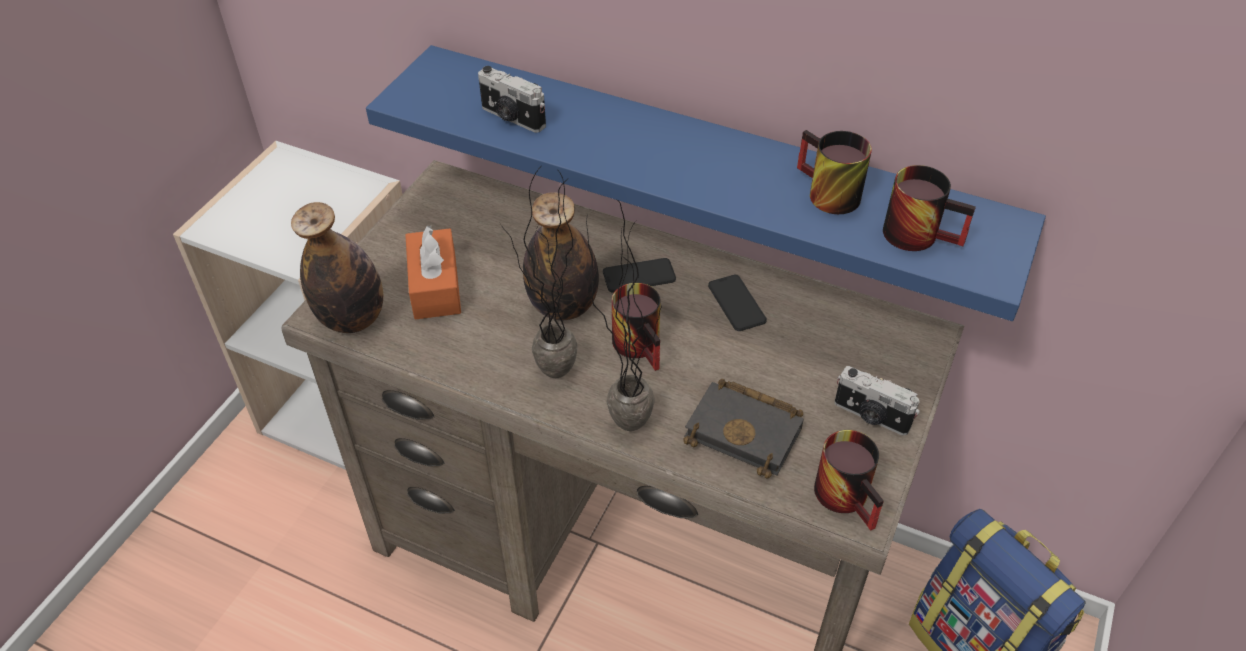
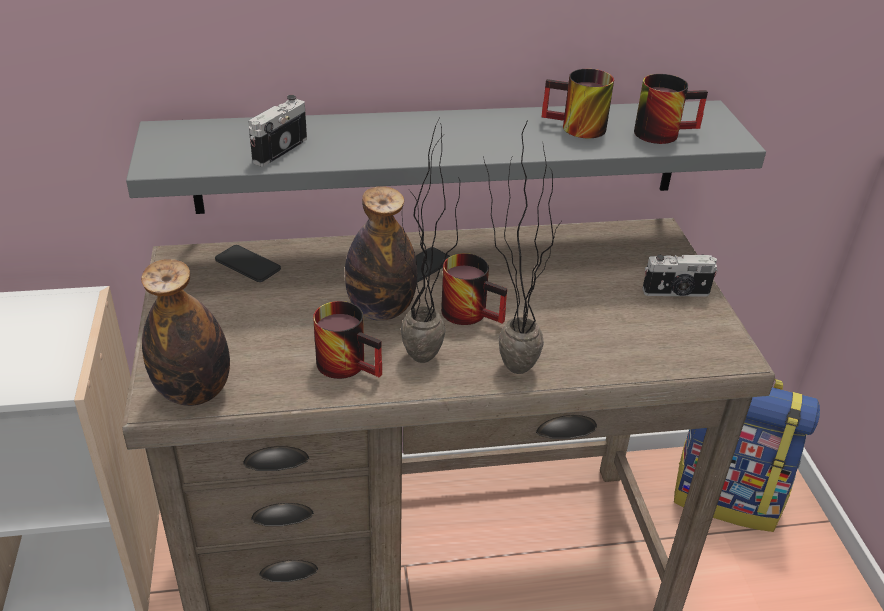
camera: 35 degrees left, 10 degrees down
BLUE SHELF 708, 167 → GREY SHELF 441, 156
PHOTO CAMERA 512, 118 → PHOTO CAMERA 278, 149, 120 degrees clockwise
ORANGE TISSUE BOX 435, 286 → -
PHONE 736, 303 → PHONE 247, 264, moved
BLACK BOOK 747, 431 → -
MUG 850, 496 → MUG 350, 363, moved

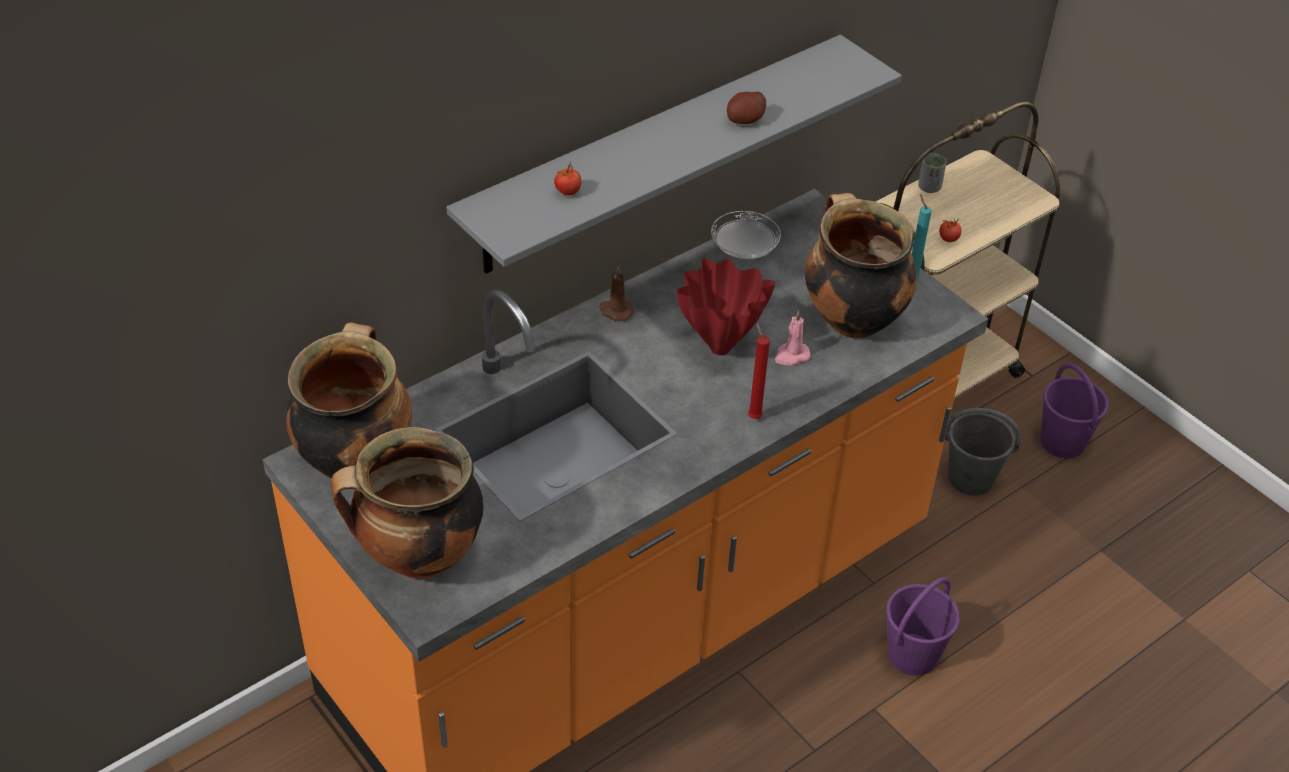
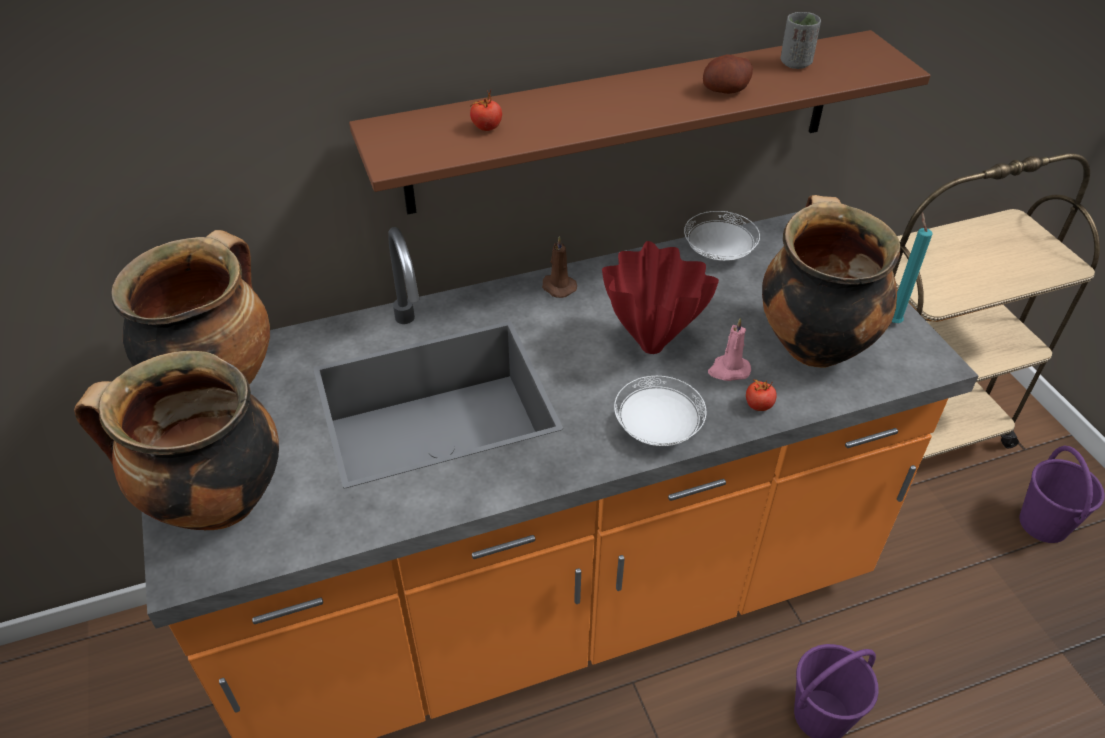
camera: 20 degrees right, 0 degrees up
GREY SHELF 655, 154 → BROWN SHELF 625, 122
GREY CUP 929, 187 → GREY CUP 795, 63, moved
TOMATO 948, 239 → TOMATO 758, 405, moved
RED CANDLE 753, 416 → WHITE PLATE 658, 428
GREY BUCKET 971, 478 → -

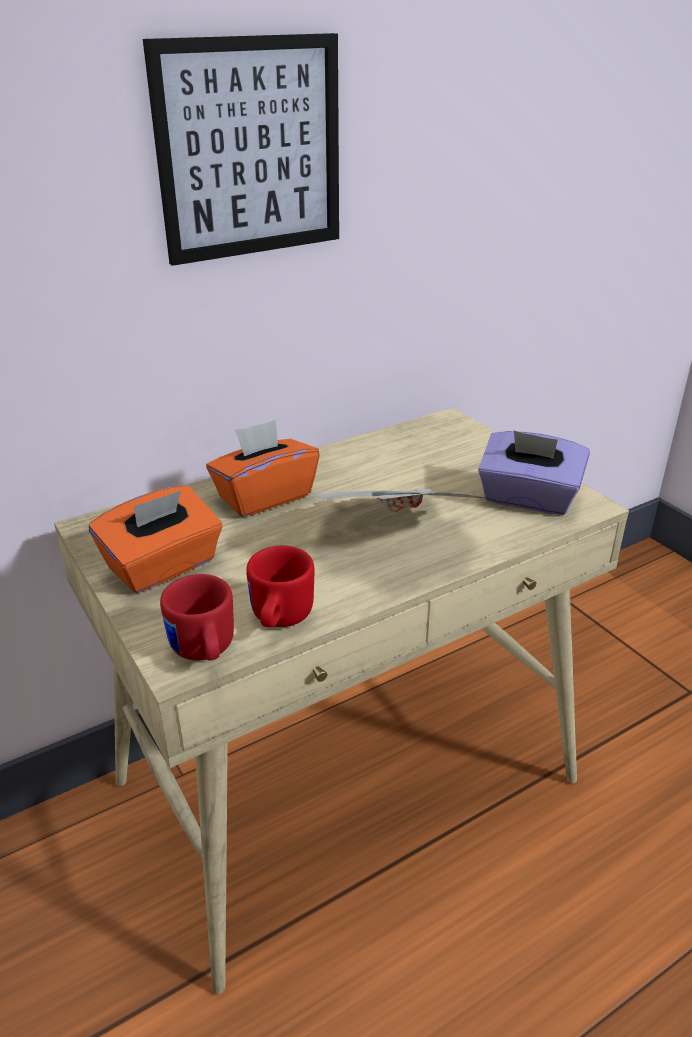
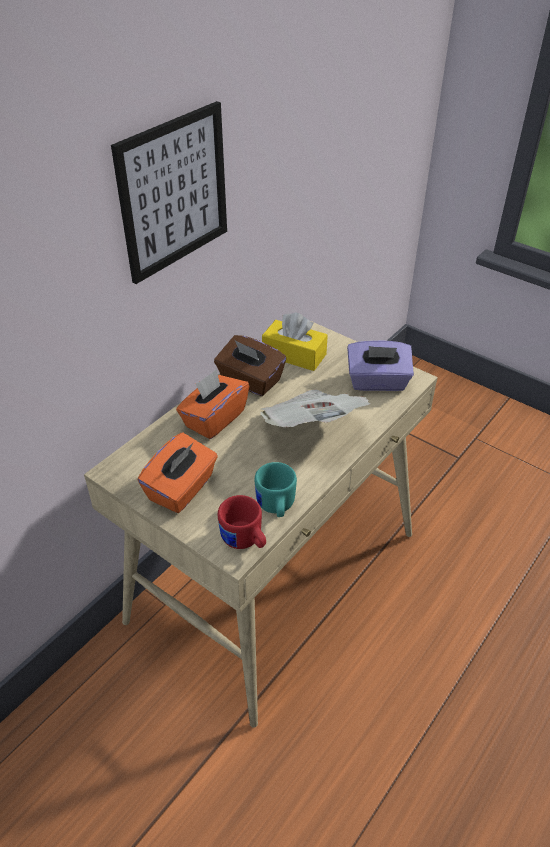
camera: 20 degrees left, 10 degrees up
RED MUG 278, 619 → TURQUOISE MUG 275, 507
- → YELLOW TISSUE BOX 294, 355
- → BROWN TISSUE BOX 250, 381

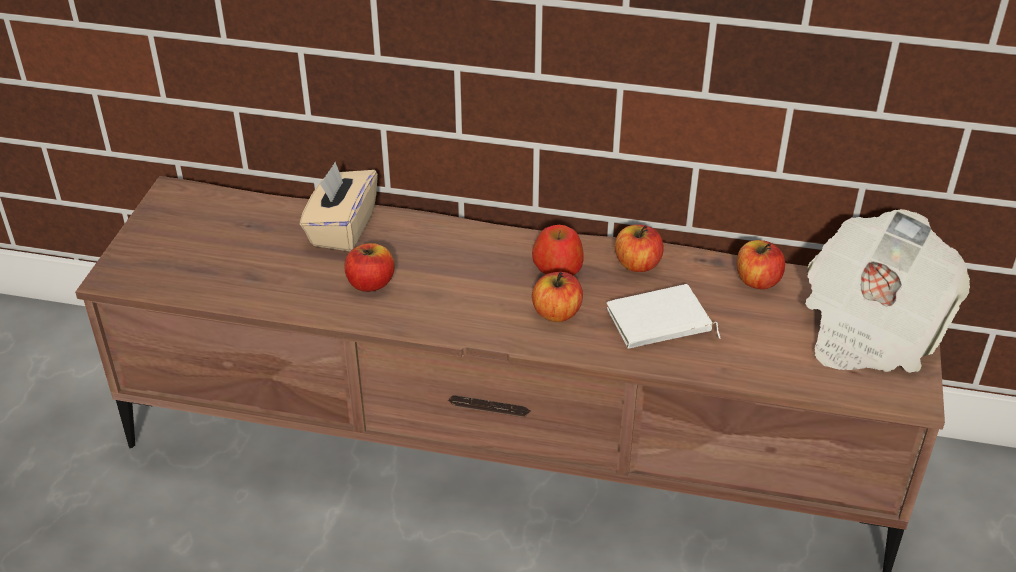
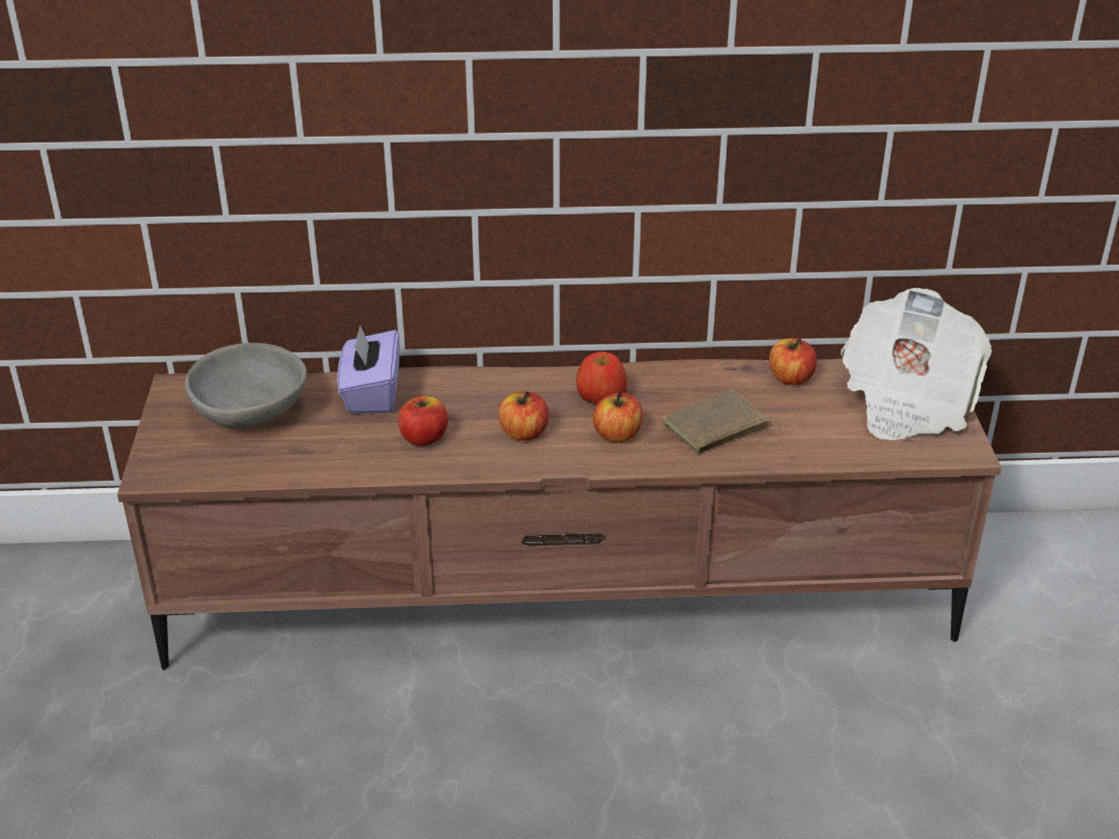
camera: 15 degrees left, 5 degrees down
BEIGE TISSUE BOX 342, 228 → PURPLE TISSUE BOX 371, 394
APPLE 637, 264 → APPLE 524, 433, moved
WHITE BOOK 659, 323 → BROWN BOOK 717, 428
- → GREY BOWL 249, 414

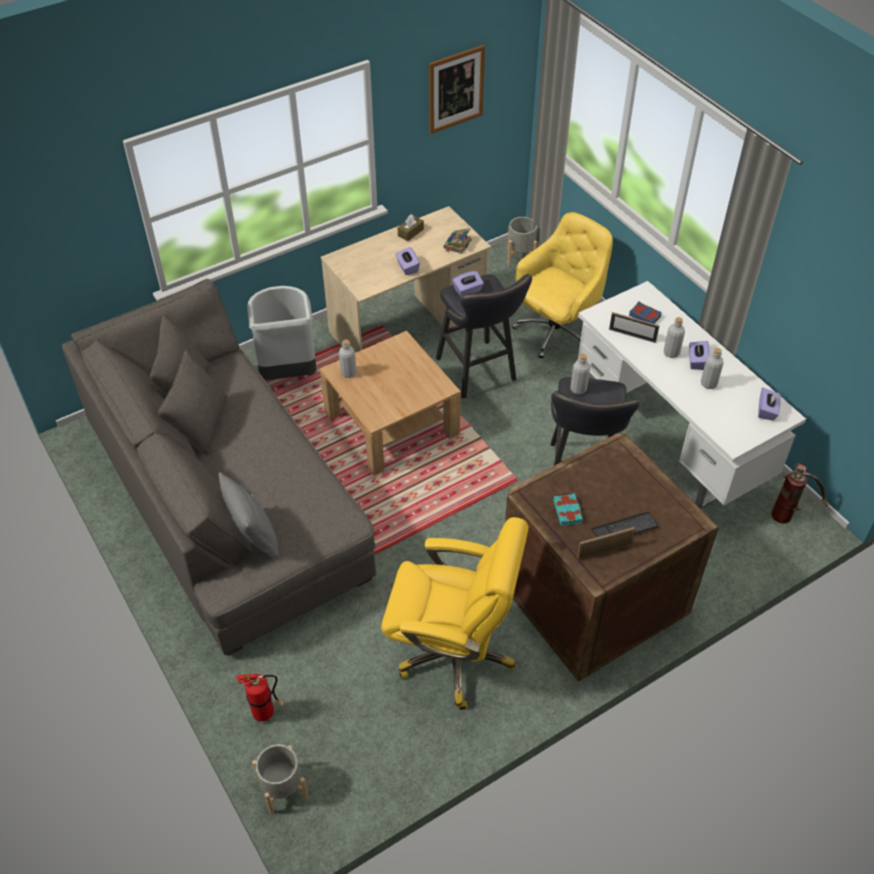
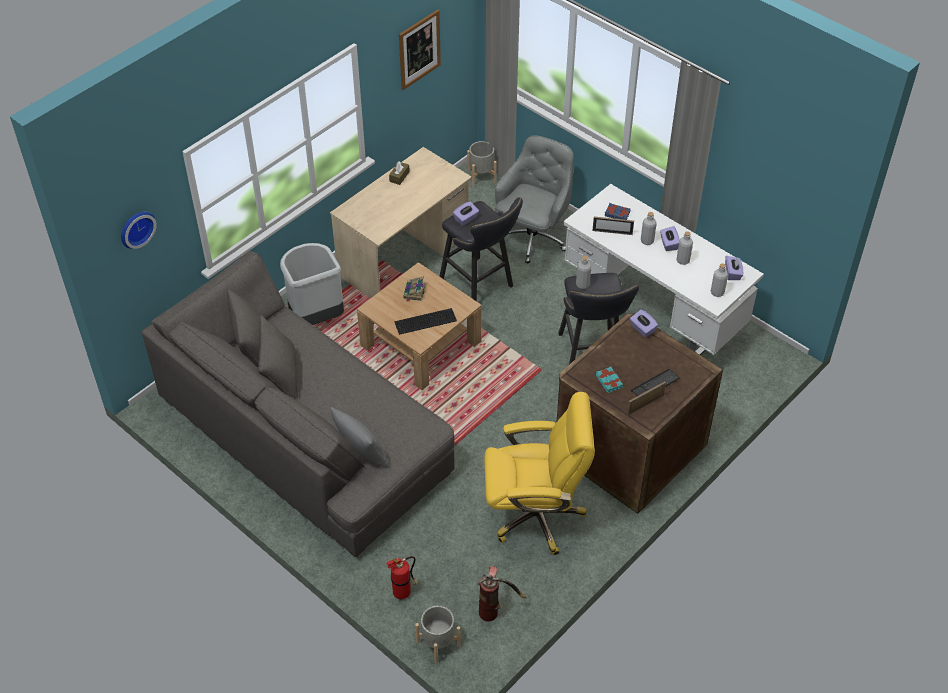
camera: 15 degrees left, 0 degrees up
YELLOW OFFICE CHAIR 555, 332 → GREY OFFICE CHAIR 533, 238
BOOK 457, 244 → BOOK 414, 292, moved
PURPLE TISSUE BOX 407, 267 → PURPLE TISSUE BOX 642, 329, moved
GREY BOTTLE 348, 373 → GREY BOTTLE 717, 292, moved
FIRE EXTINGUISHER 789, 514 → FIRE EXTINGUISHER 495, 609, moved
- → WALL CLOCK 136, 228
- → KEYBOARD 424, 320

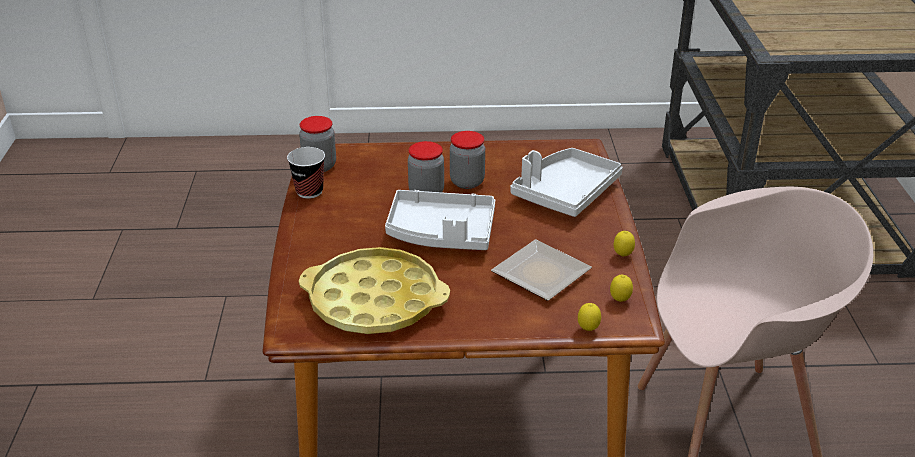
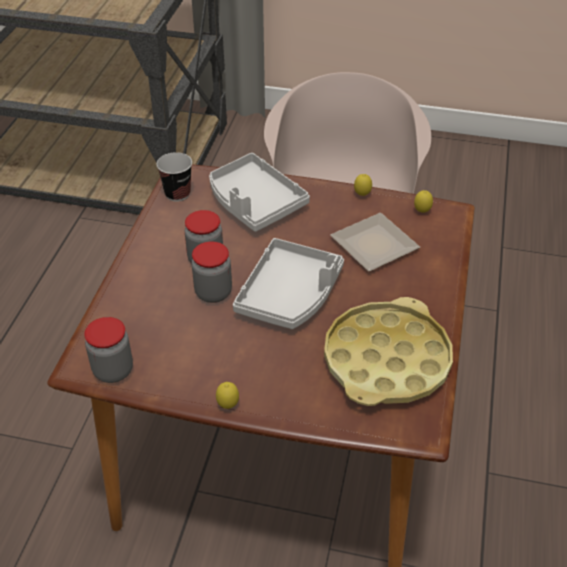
camera: 75 degrees left, 10 degrees up
CUP 309, 191 → CUP 177, 194, moved
LEMON 588, 330 → LEMON 228, 405, moved

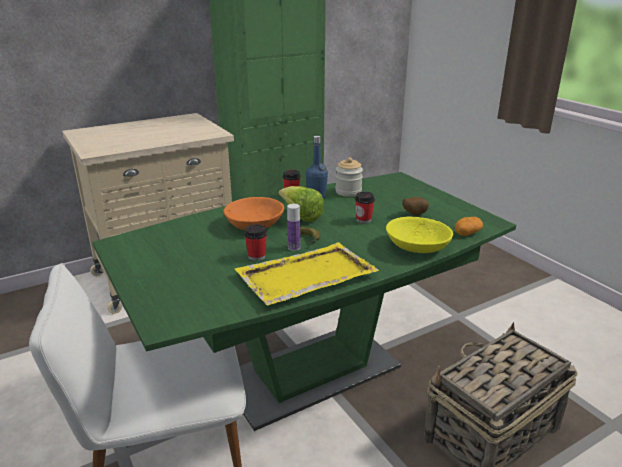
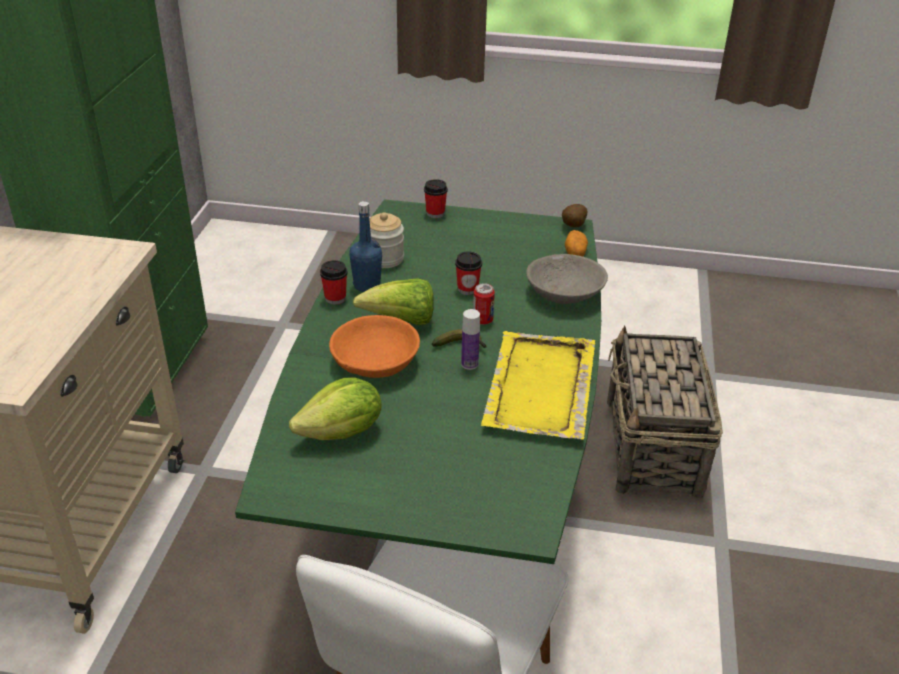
camera: 50 degrees left, 10 degrees up
POTATO 413, 214 → POTATO 572, 227, moved
YELLOW BOWL 417, 247 → GREY BOWL 564, 293
CUP 256, 256 → CUP 435, 213, moved
- → CAN 482, 320
- → LETTUCE 342, 433

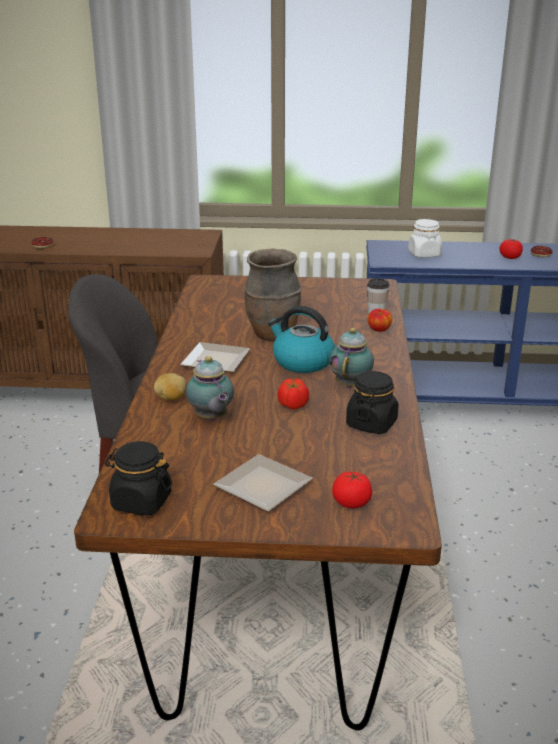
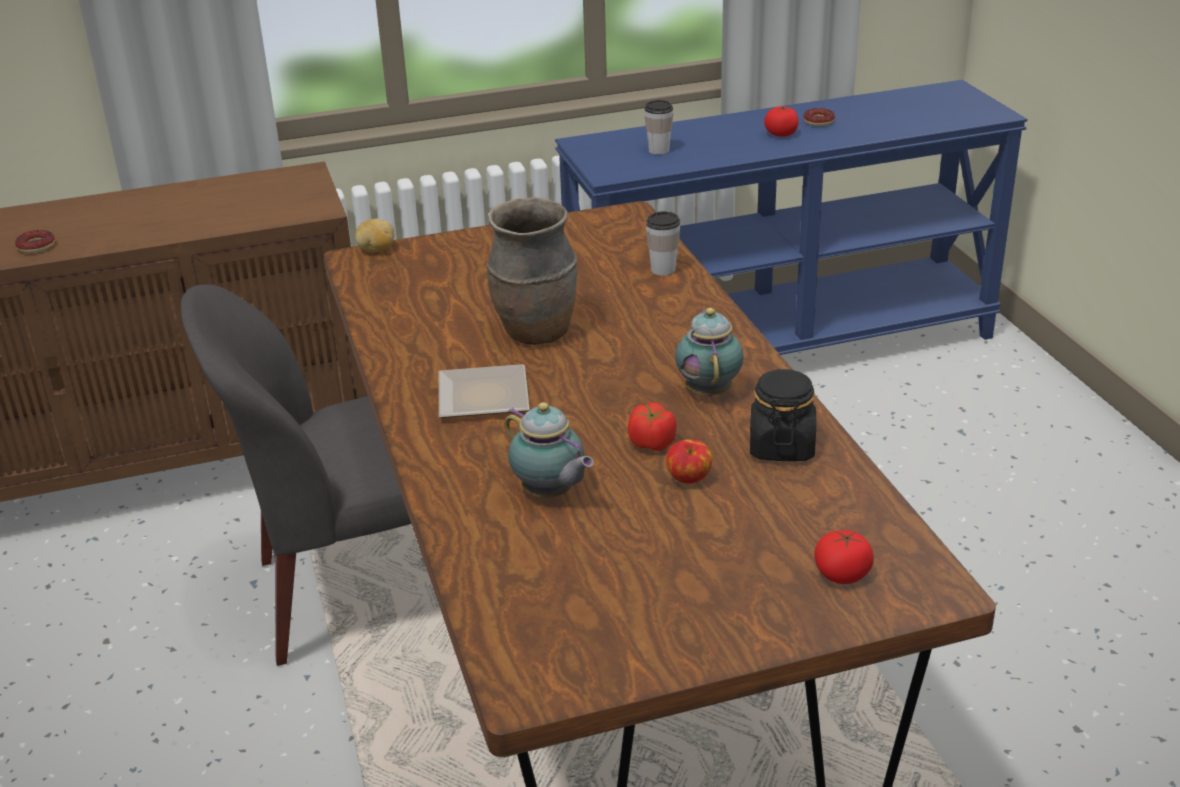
camera: 20 degrees left, 5 degrees up
WHITE JAR 424, 254 → CUP 658, 150
KETTLE 302, 362 → -
APPLE 379, 330 → APPLE 689, 479, moved
POTATO 171, 399 → POTATO 376, 250, moved
BLACK JAR 141, 502 → -
PLATE 266, 486 → -

